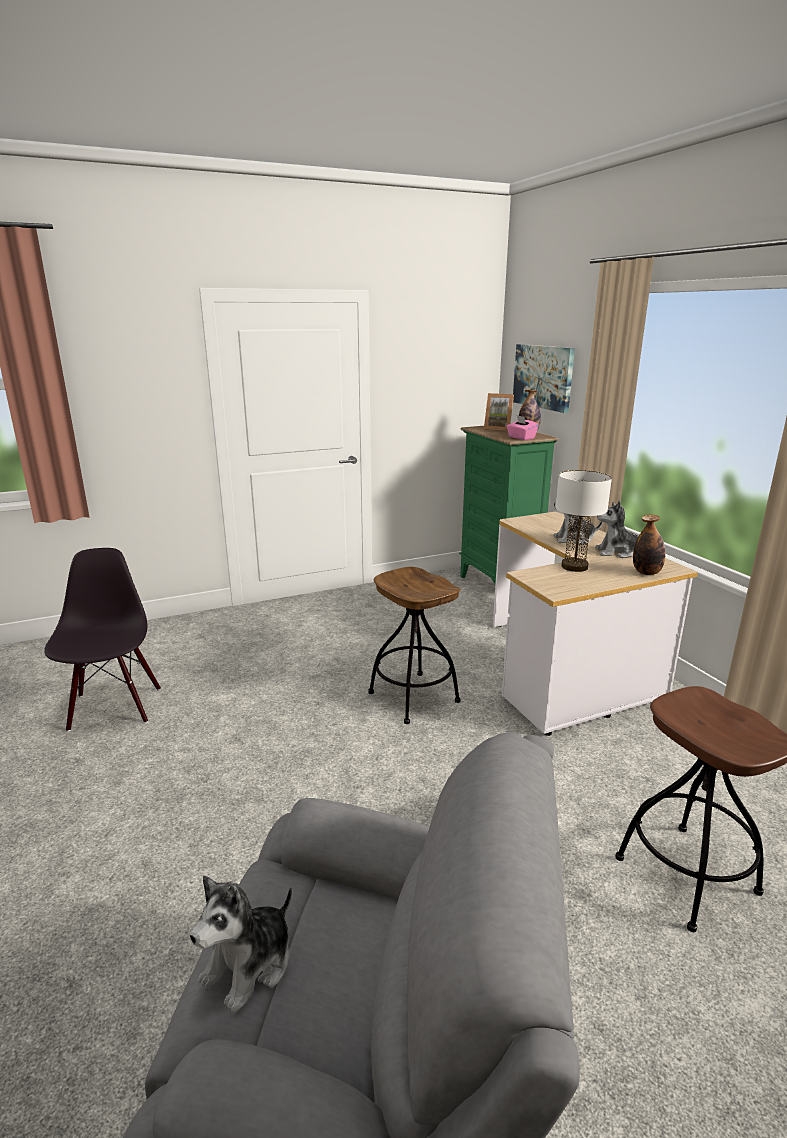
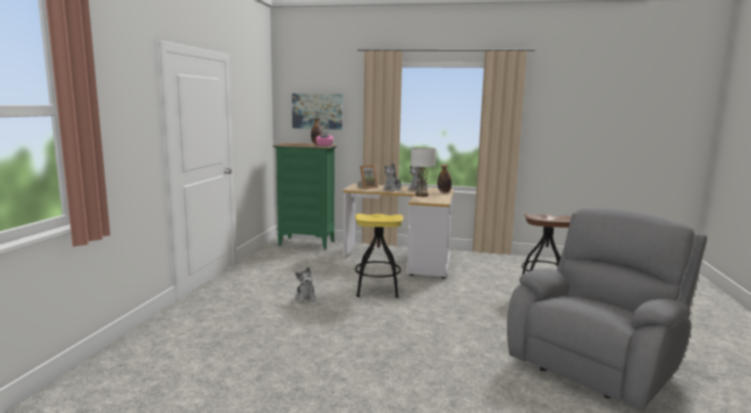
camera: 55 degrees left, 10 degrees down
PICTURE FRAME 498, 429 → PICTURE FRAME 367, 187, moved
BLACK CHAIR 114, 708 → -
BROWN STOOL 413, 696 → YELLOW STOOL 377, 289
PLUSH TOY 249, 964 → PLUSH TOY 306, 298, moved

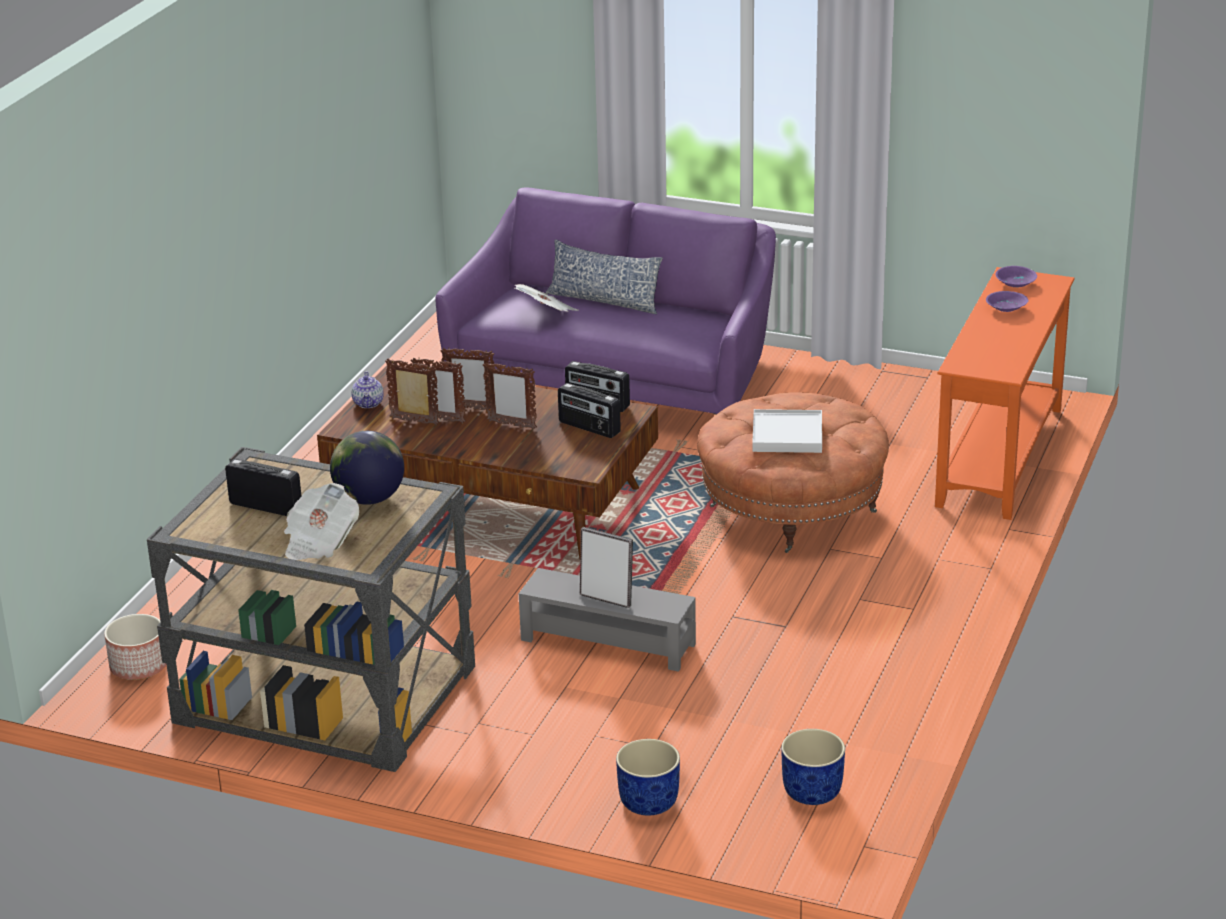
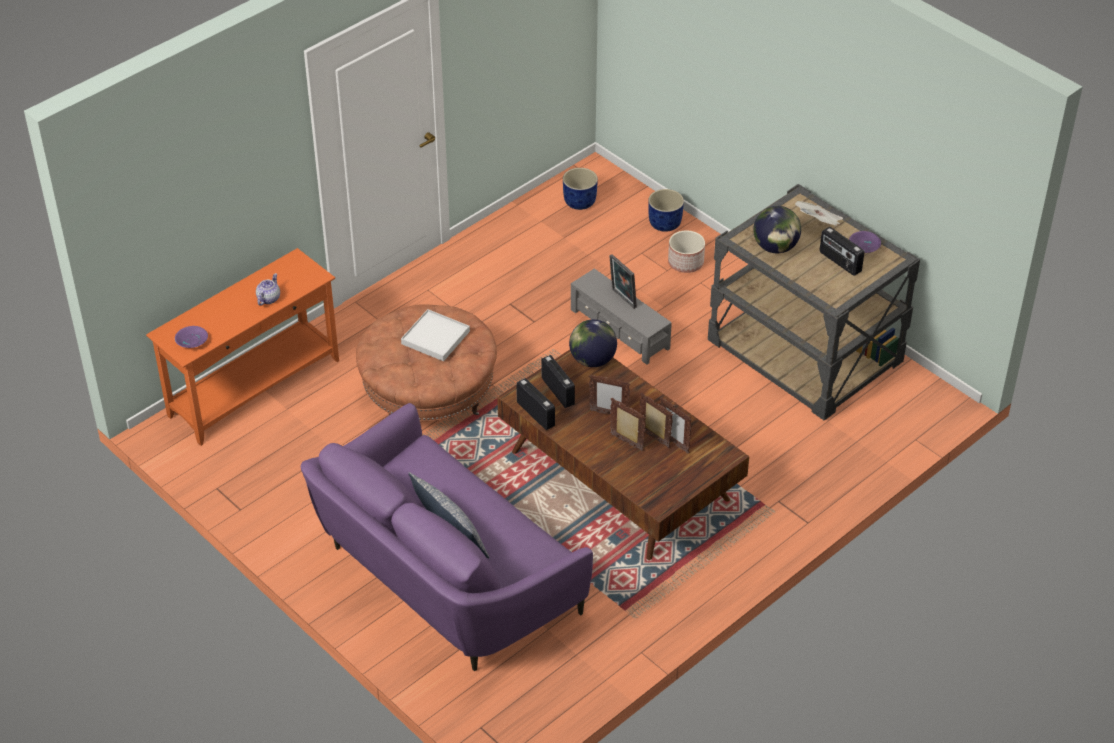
camera: 155 degrees left, 15 degrees up
NEWSPAPER 547, 314 → -
PURPLE BOWL 1005, 308 → PURPLE BOWL 865, 247, moved
PICTURE FRAME 511, 425 → PICTURE FRAME 608, 414, 150 degrees clockwise
TEAPOT 368, 403 → TEAPOT 268, 298, moved
PLANTER 138, 667 → PLANTER 686, 262, moved
- → GLOBE 592, 360

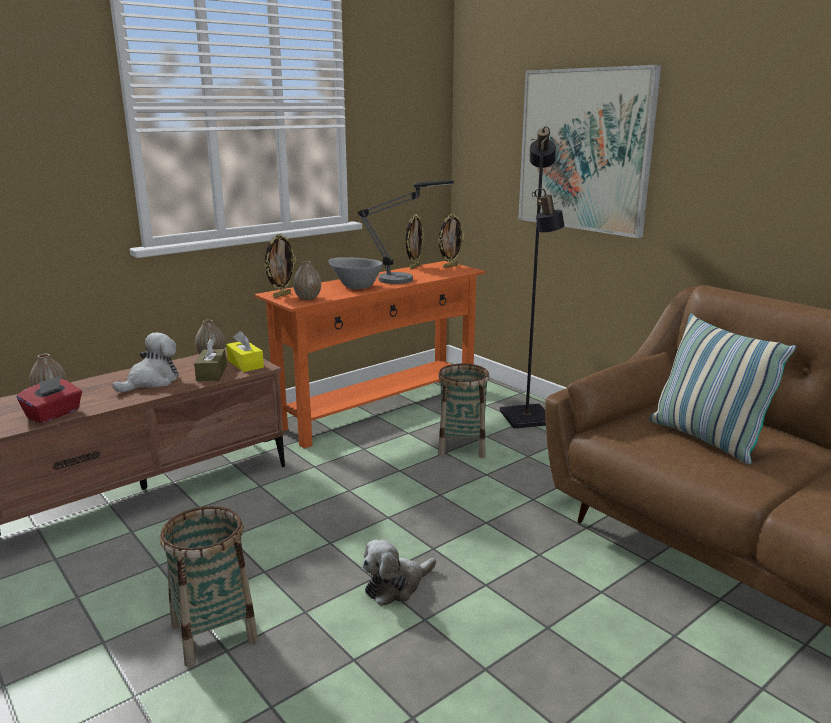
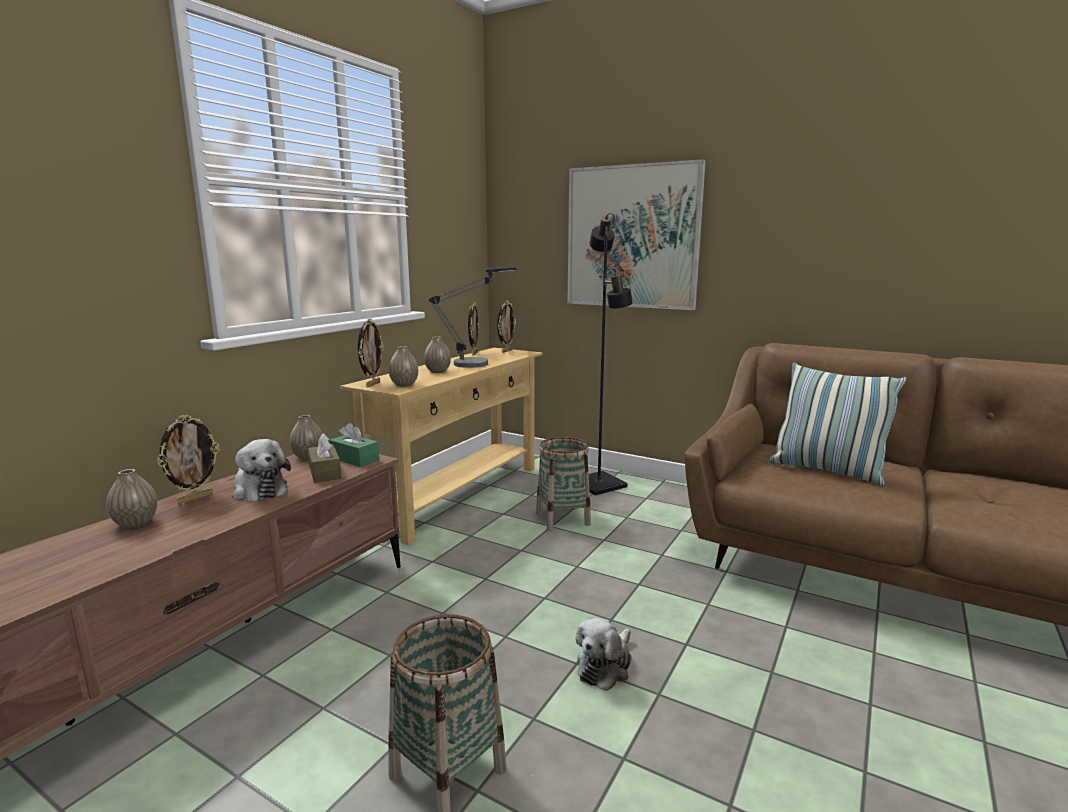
camera: 20 degrees left, 5 degrees down
GREY BOWL 354, 286 → VASE 438, 371
ORANGE CONSOLE TABLE 379, 409 → BEIGE CONSOLE TABLE 458, 496
YELLOW TISSUE BOX 245, 364 → GREEN TISSUE BOX 355, 459
PLUSH TOY 151, 381 → PLUSH TOY 259, 490, 120 degrees clockwise
RED TISSUE BOX 54, 414 → -
- → PICTURE FRAME 195, 498

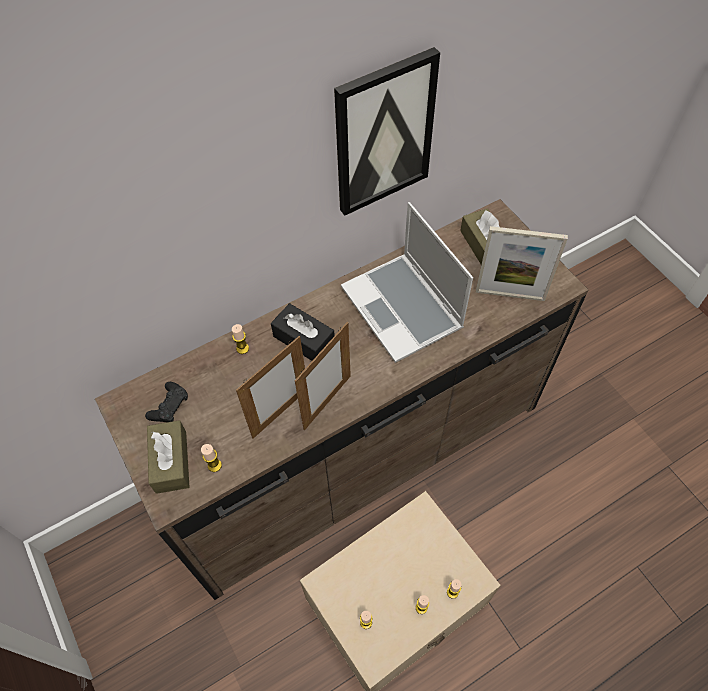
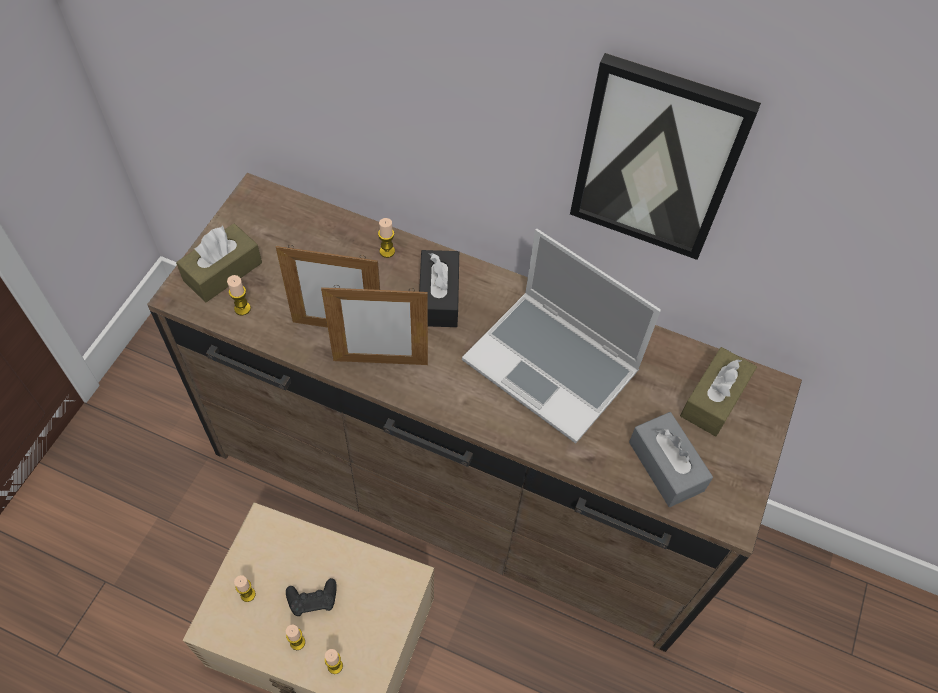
camera: 50 degrees right, 0 degrees up
LAPTOP 403, 309 → LAPTOP 553, 366, 75 degrees counterclockwise
PICTURE FRAME 510, 295 → GREY TISSUE BOX 666, 466
BLACK GAME CONTROLLER 169, 406 → BLACK GAME CONTROLLER 312, 599, moved

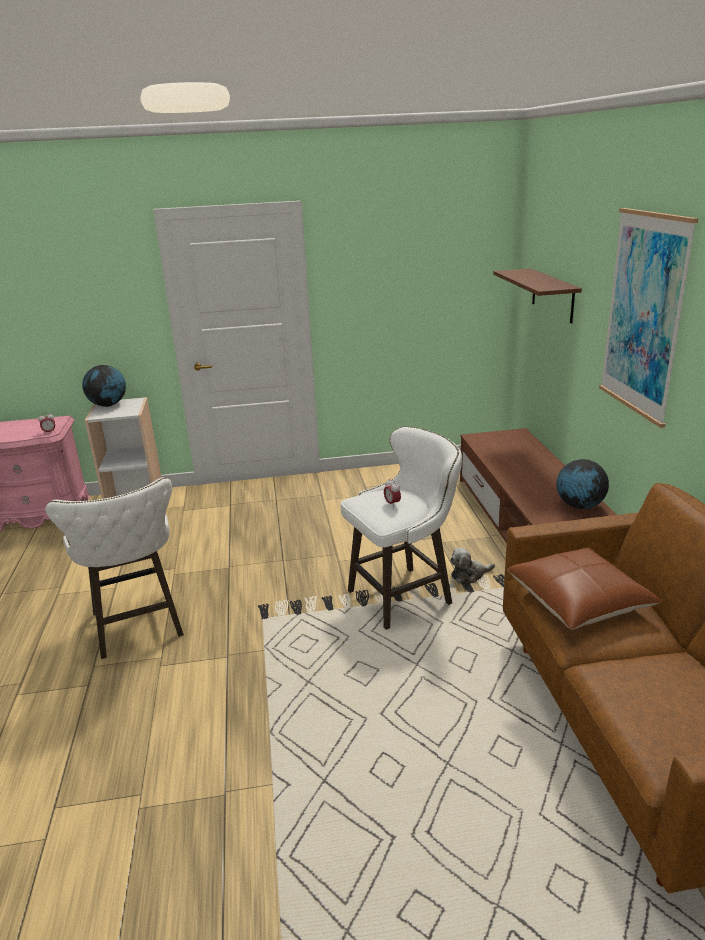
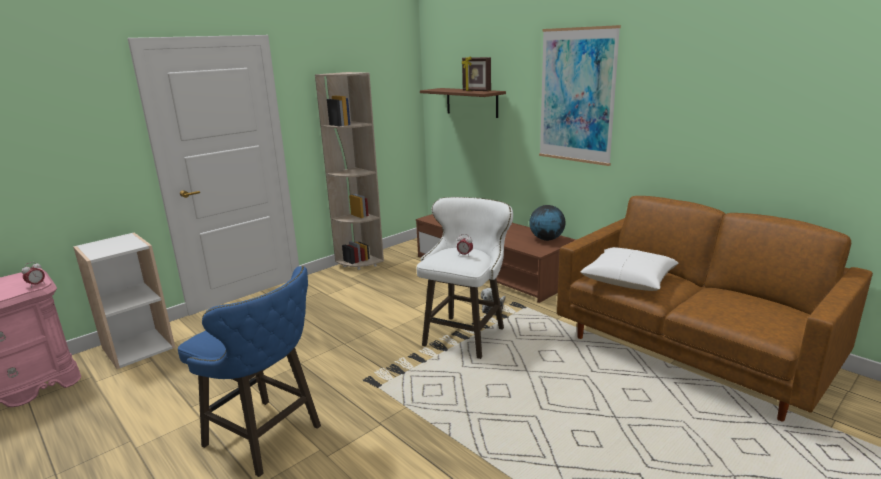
camera: 35 degrees left, 5 degrees down
GLOBE 108, 405 → -
WHITE STOOL 138, 627 → BLUE STOOL 266, 437
BROWN PILLOW 578, 600 → WHITE PILLOW 628, 279
- → PICTURE FRAME 476, 91
- → BEIGE BOOKCASE 360, 265

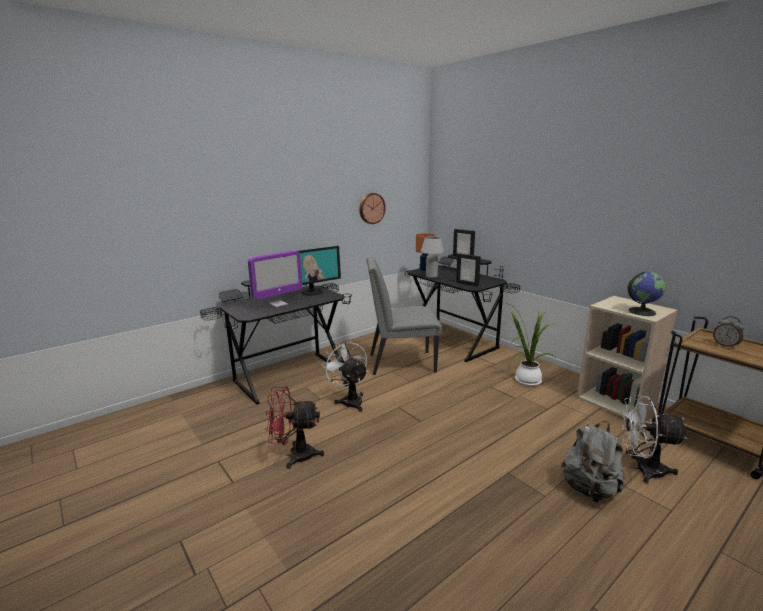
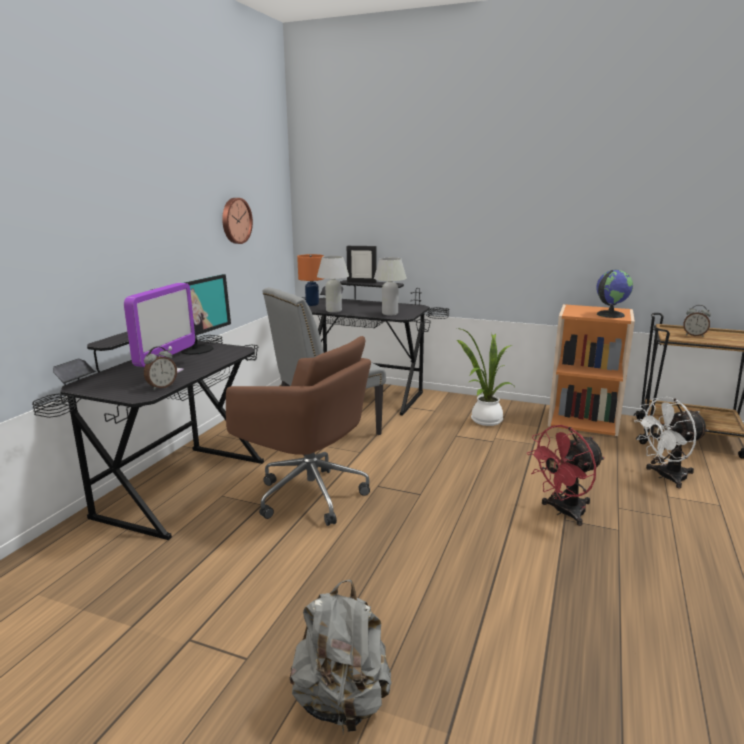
camera: 30 degrees left, 0 degrees up
PICTURE FRAME 467, 284 → WHITE TABLE LAMP 390, 313
BEIGE BOOKCASE 617, 401 → ORANGE BOOKCASE 584, 420
WHITE FAN 350, 400 → BROWN OFFICE CHAIR 306, 495
RED FAN 294, 455 → RED FAN 563, 512, moved
GREY BACKPACK 589, 489 → GREY BACKPACK 342, 702, moved
- → ALARM CLOCK 161, 387

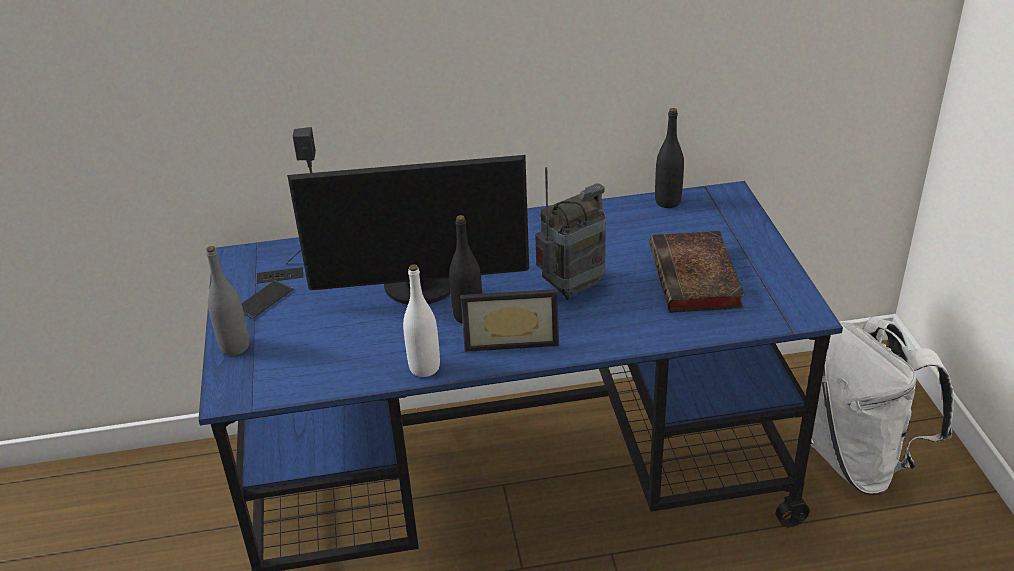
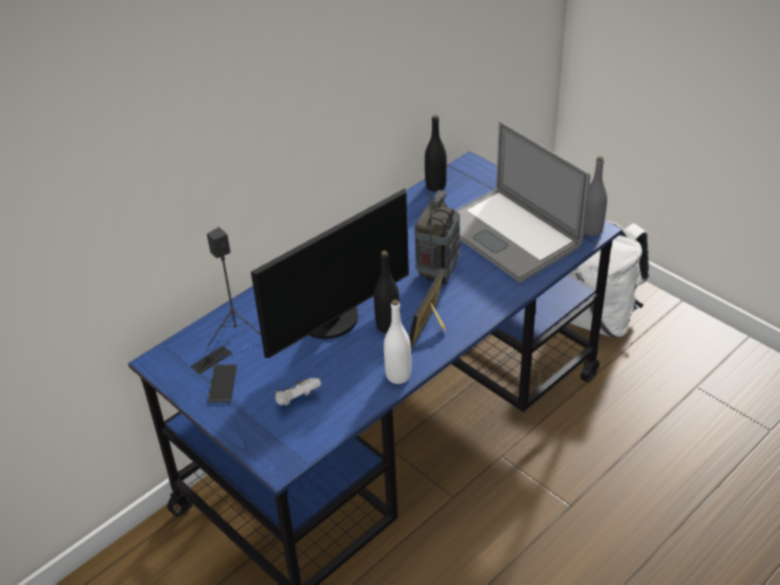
camera: 35 degrees left, 5 degrees up
BOOK 696, 279 → LAPTOP 509, 234
GREY BOTTLE 235, 347 → GREY BOTTLE 591, 230, moved
PICTURE FRAME 511, 338 → PICTURE FRAME 433, 328, 150 degrees clockwise
- → WHITE GAME CONTROLLER 297, 400

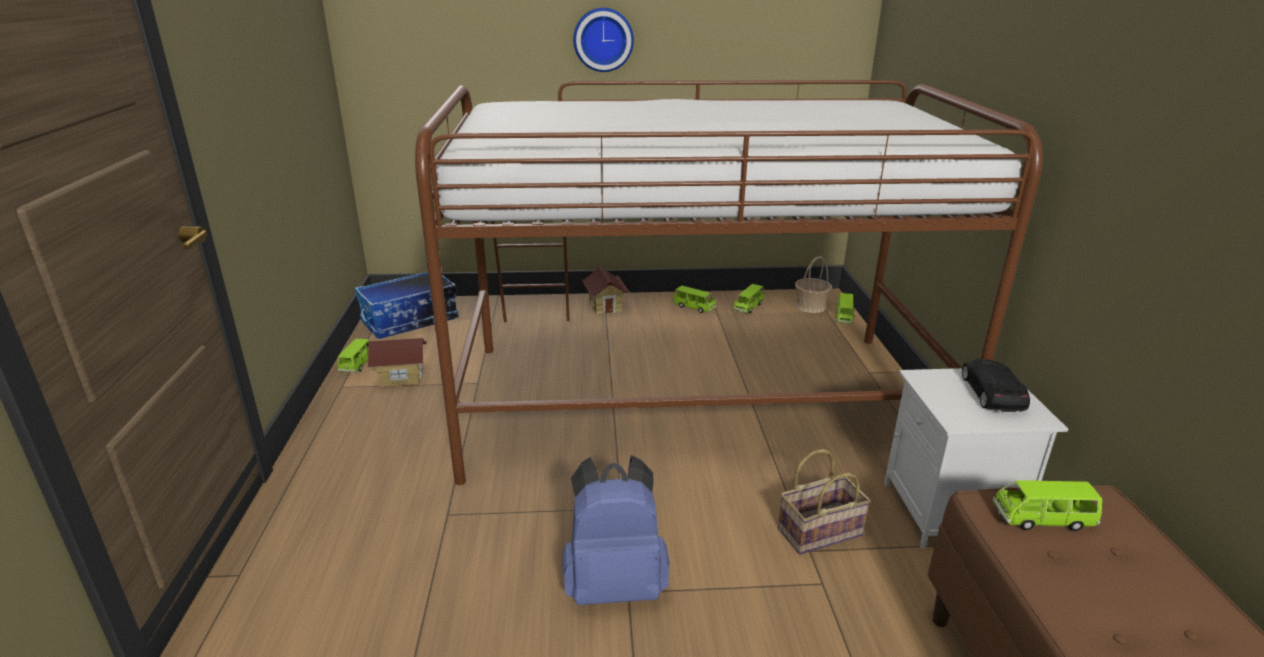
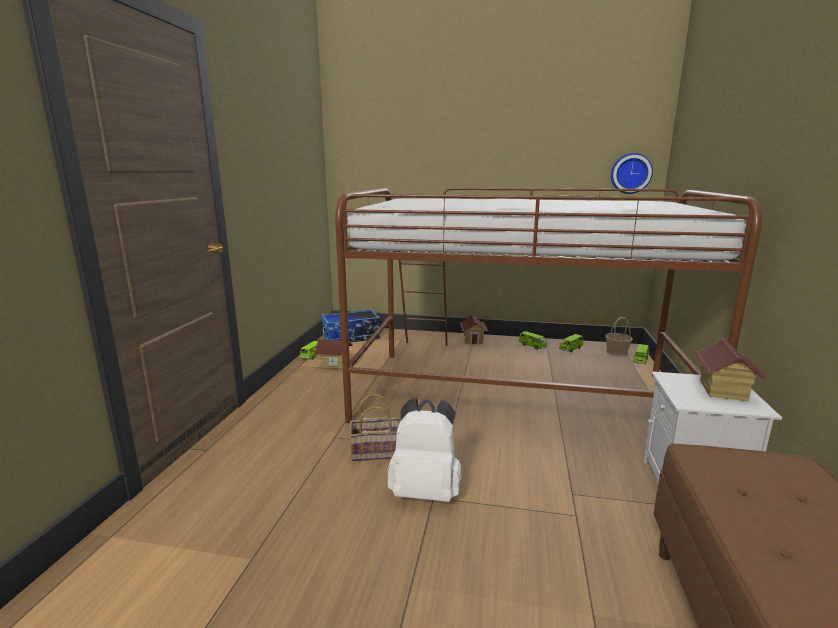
camera: 15 degrees right, 10 degrees down
WALL CLOCK 603, 39 → WALL CLOCK 630, 173, moved
BLACK TOY CAR 991, 393 → TOY HOUSE 722, 390
BASKET 820, 530 → BASKET 378, 451, moved
BLUE BACKPACK 615, 584 → WHITE BACKPACK 426, 491
GREEN TOY CAR 1042, 519 → -

